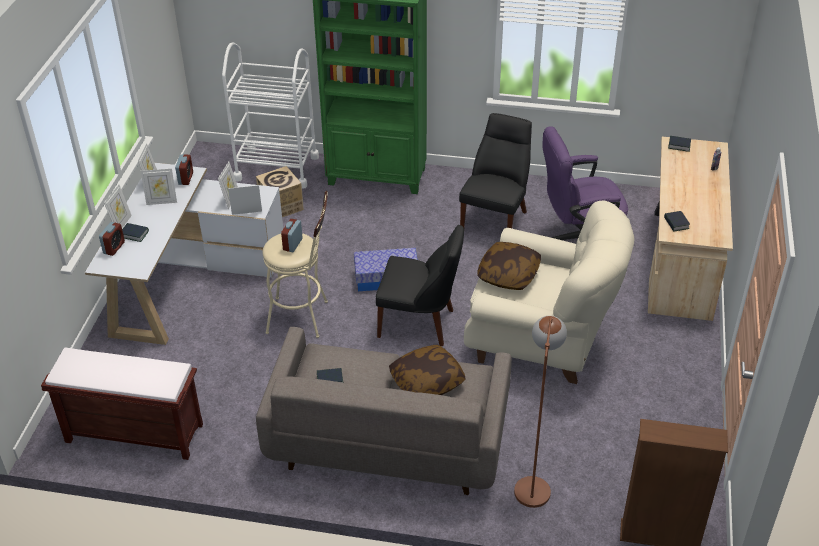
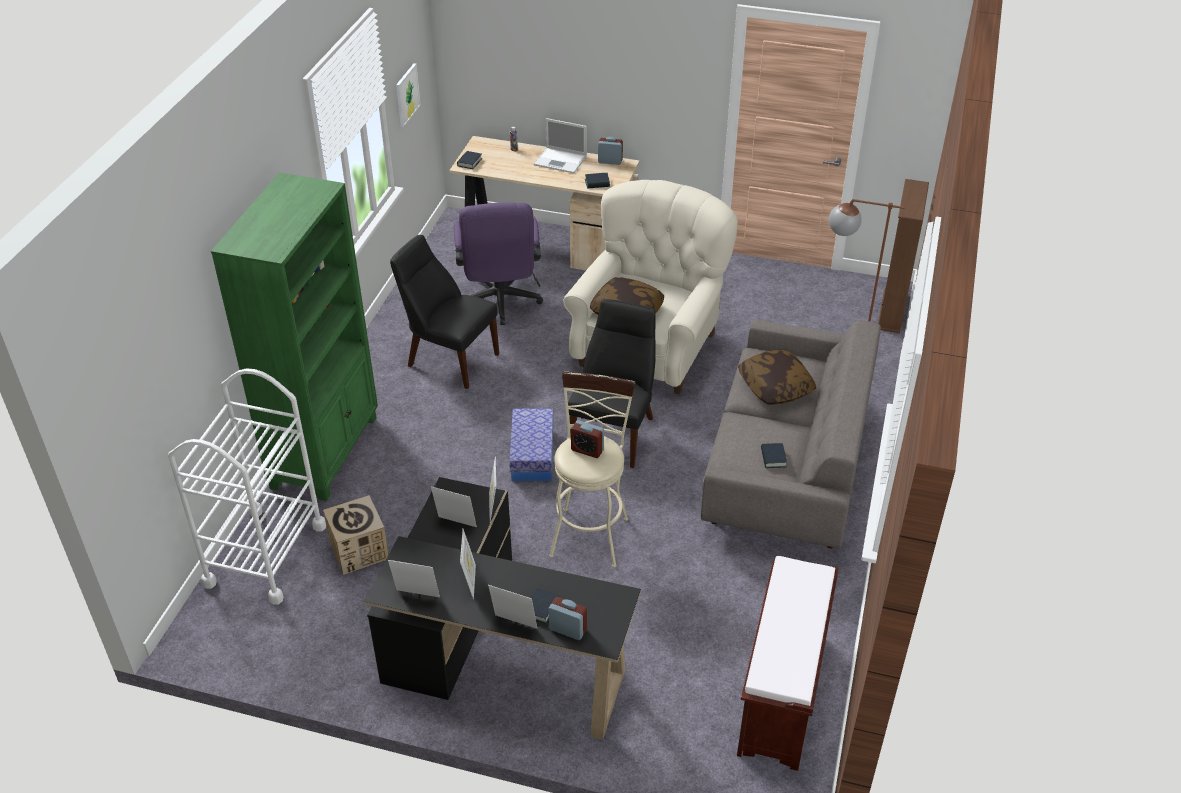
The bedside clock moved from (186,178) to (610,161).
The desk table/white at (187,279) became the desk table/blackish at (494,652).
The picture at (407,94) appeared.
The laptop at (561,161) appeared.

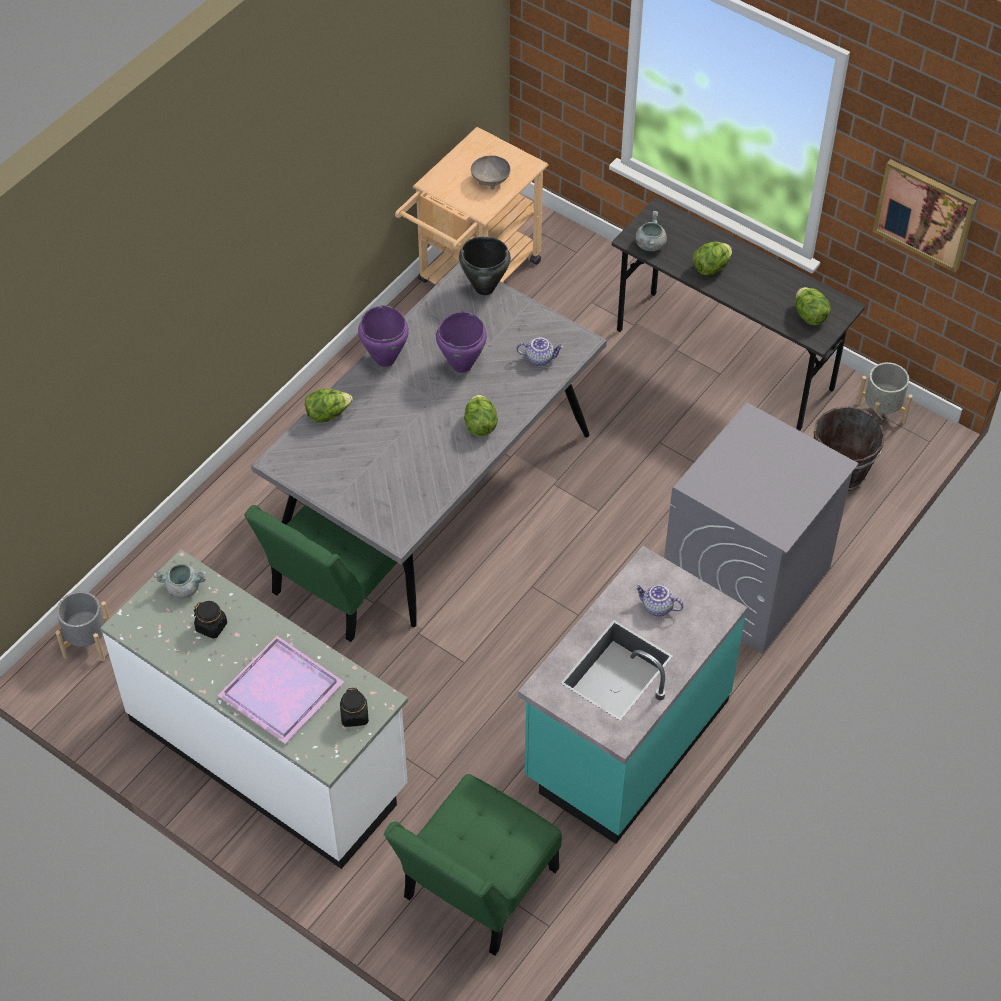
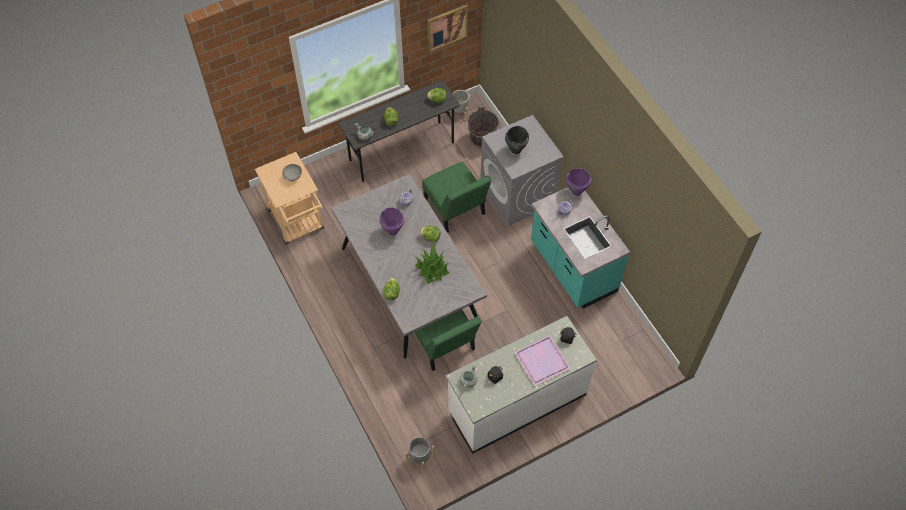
The stockpot/blackish moved from (484,287) to (515,150).
The stockpot/purple-coloured moved from (385,359) to (576,192).
The plain chair/green moved from (475,890) to (455,210).
The potted plant at (432,269) appeared.

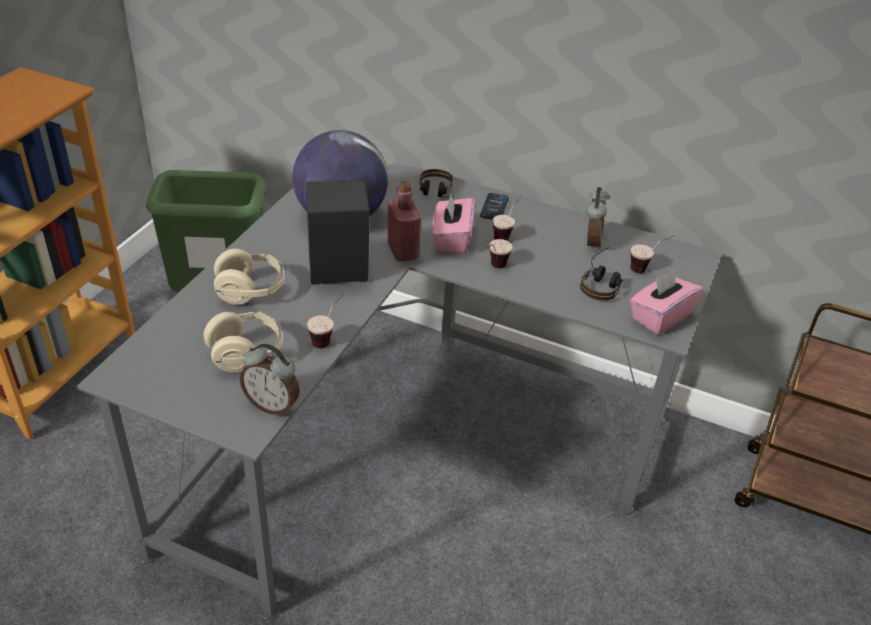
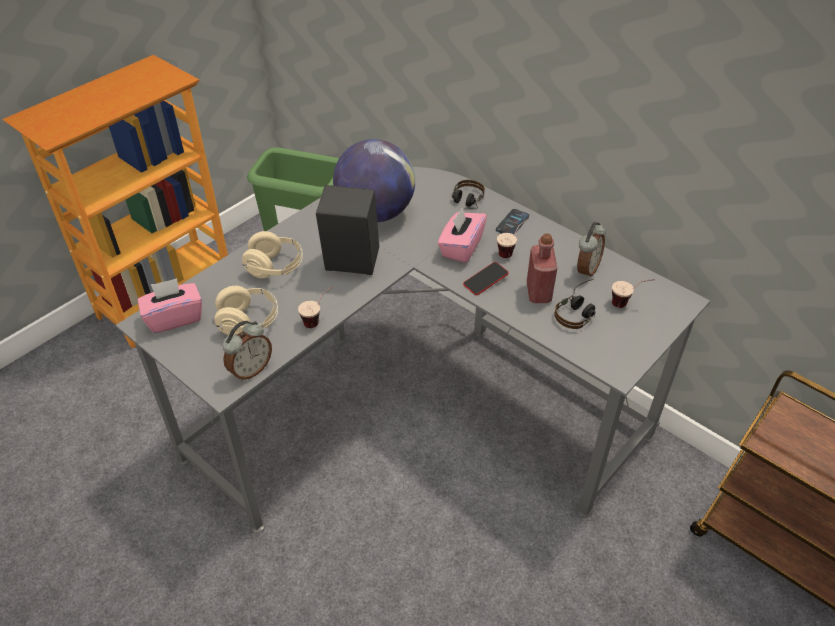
The bottle/red moved from (402,251) to (538,292).
The drinking cup at (493,268) was replaced by the telephone at (485,281).
The tissue holder/pinkish moved from (660,317) to (174,318).
The bedside clock at (272,405) turned 90 degrees counterclockwise.

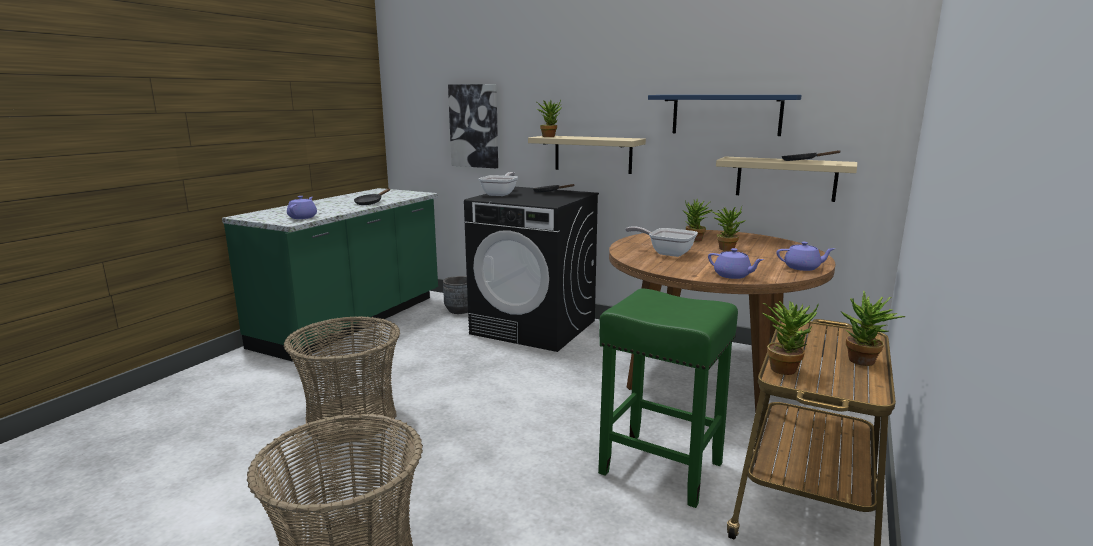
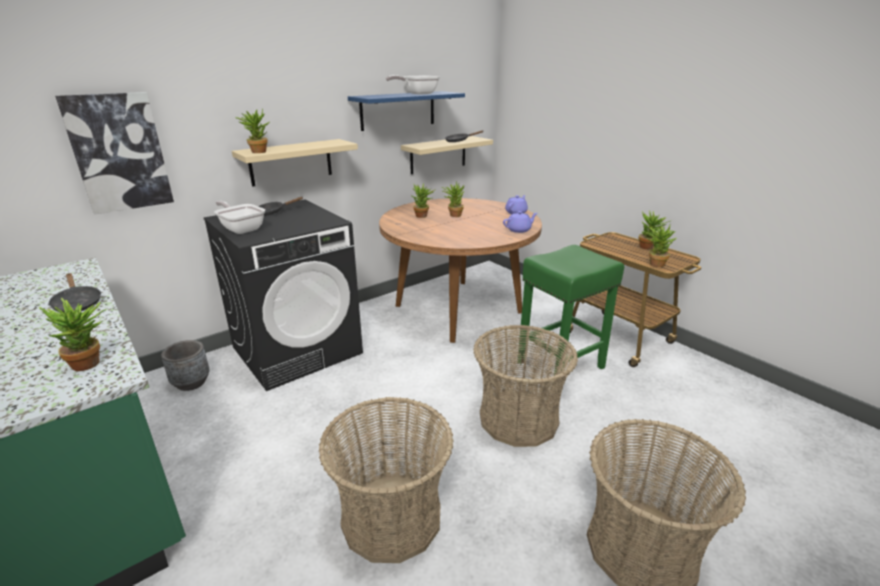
The pot for tea/purple-coloured at (303,217) was replaced by the potted plant at (92,364).
The pan moved from (667,253) to (417,94).
The household basket at (518,418) appeared.

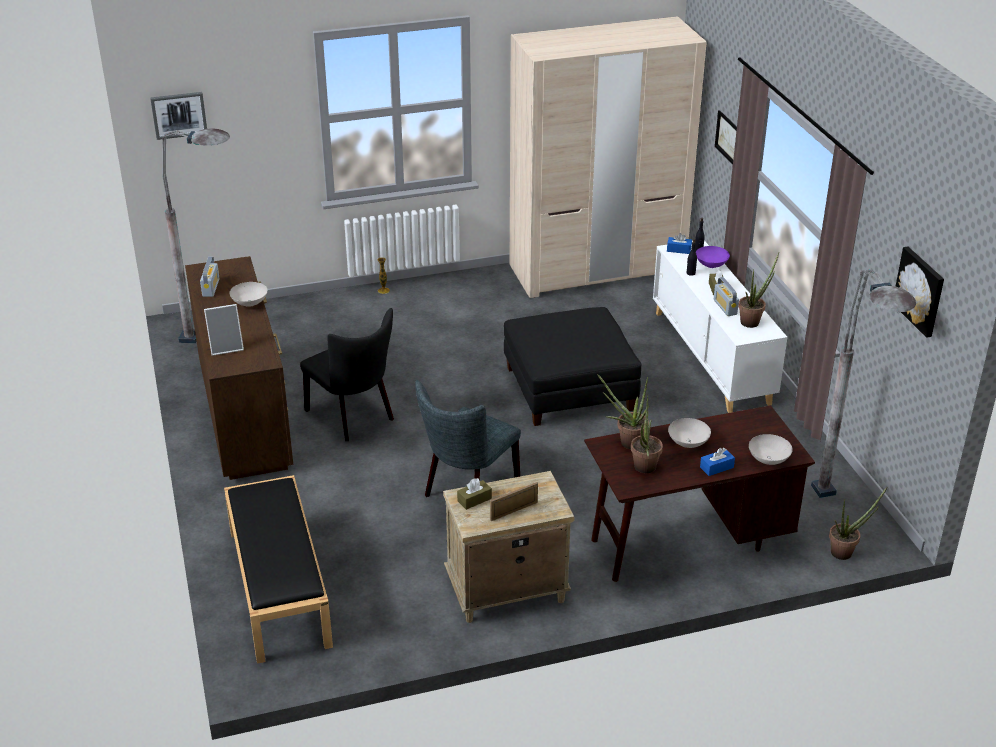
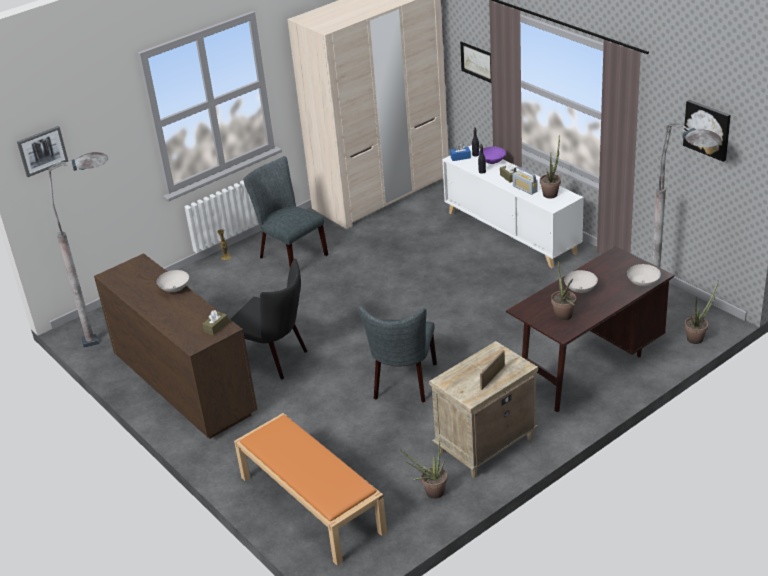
The radio set at (211,288) disappeared.
The photo frame at (226,347) disappeared.
The ottoman/blackish at (570,389) disappeared.
The potted plant moved from (626,442) to (431,493).
The tissue holder/blue at (716,467) disappeared.
The indoor bench/blackish at (278,586) became the indoor bench/orange at (310,504).
The tissue holder/brown moved from (474,499) to (216,327).
The plain chair/greyish at (289,255) appeared.

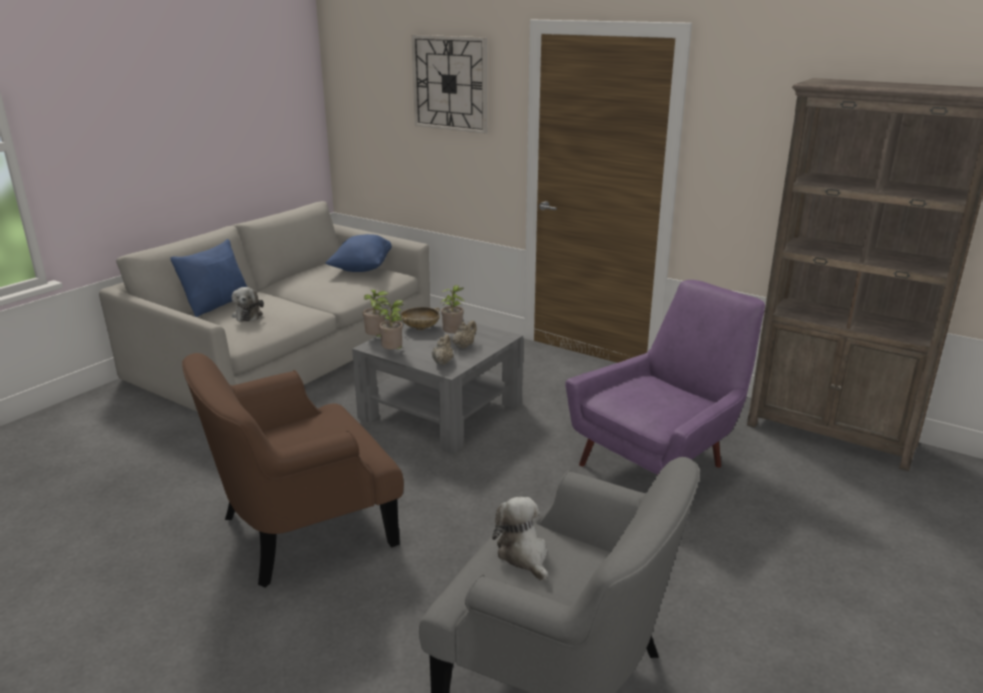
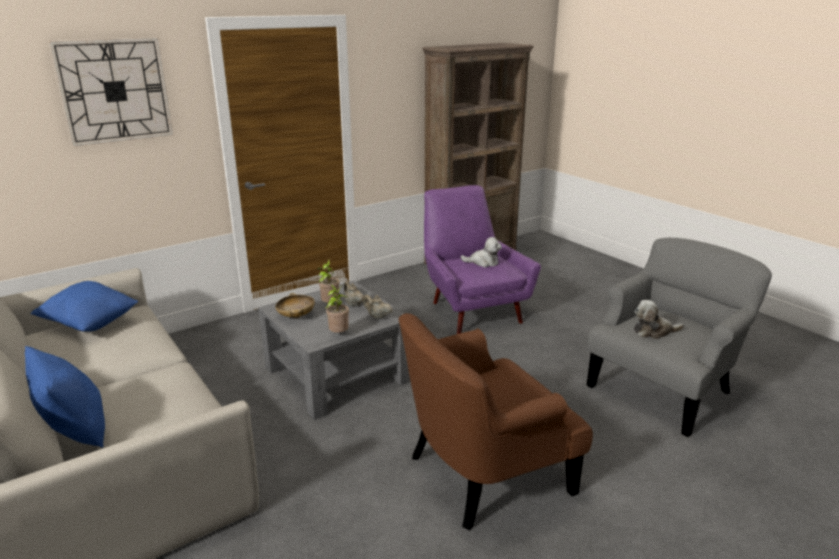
The cuddly toy moved from (248,315) to (483,262).
The potted plant at (377,339) disappeared.
The lounge chair/brown at (302,529) turned 75 degrees clockwise.

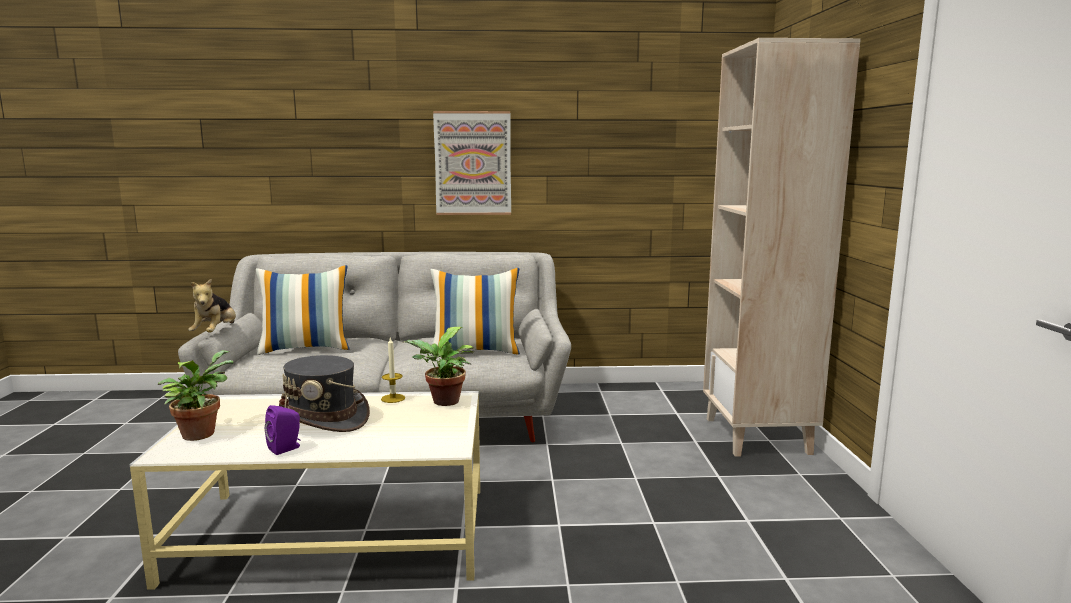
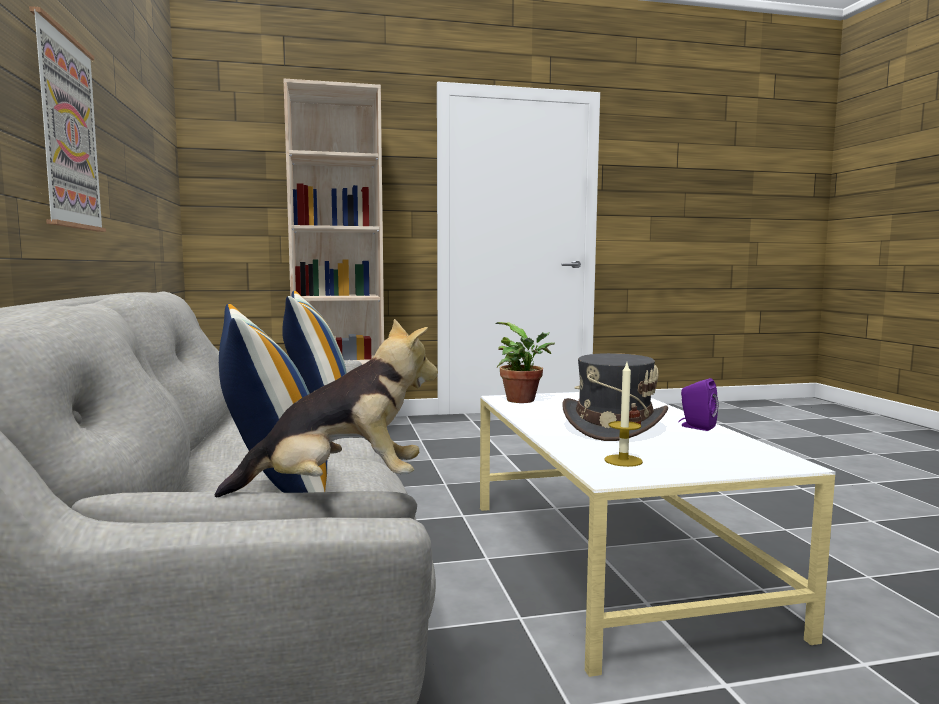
The wax light moved from (393,398) to (623,460).
The potted plant at (200,433) disappeared.

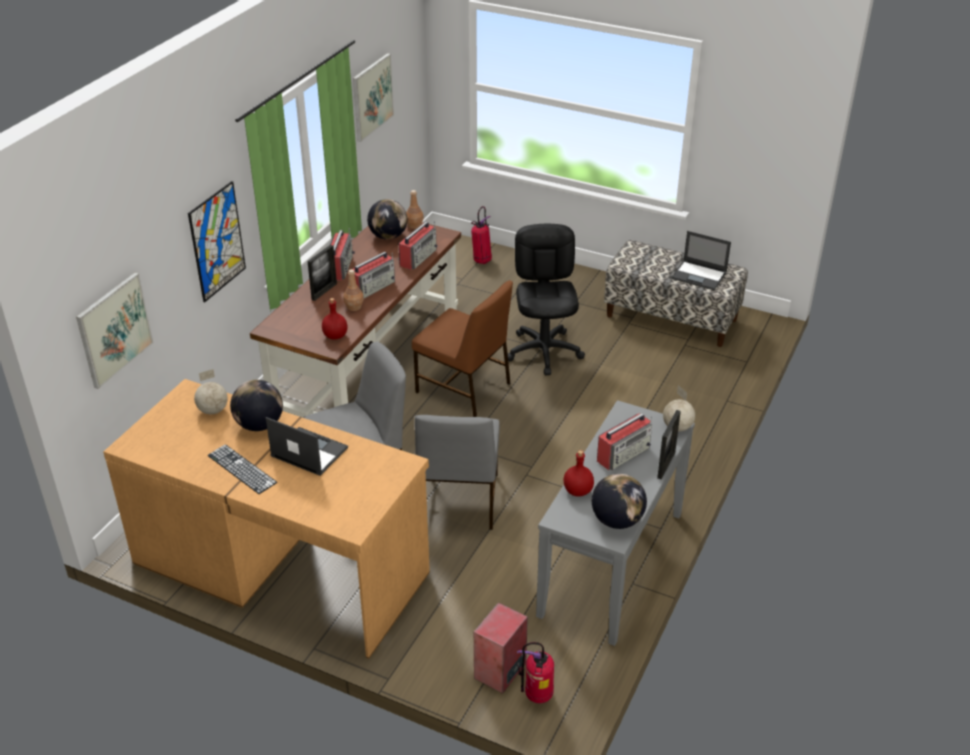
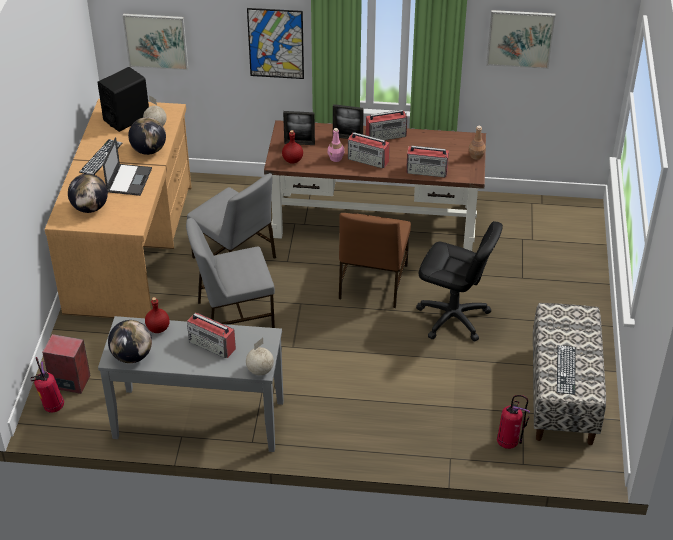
The world globe moved from (388,236) to (90,208).
The extinguisher moved from (482,260) to (509,442).
The office chair/blackish at (544,351) turned 45 degrees clockwise.
The laptop at (699,276) was replaced by the computer keyboard at (566,369).
The bottle/brown at (354,307) became the bottle/pinkish at (336,158).
The photo frame moved from (666,465) to (299,143).
The speaker/blackish at (126,118) appeared.

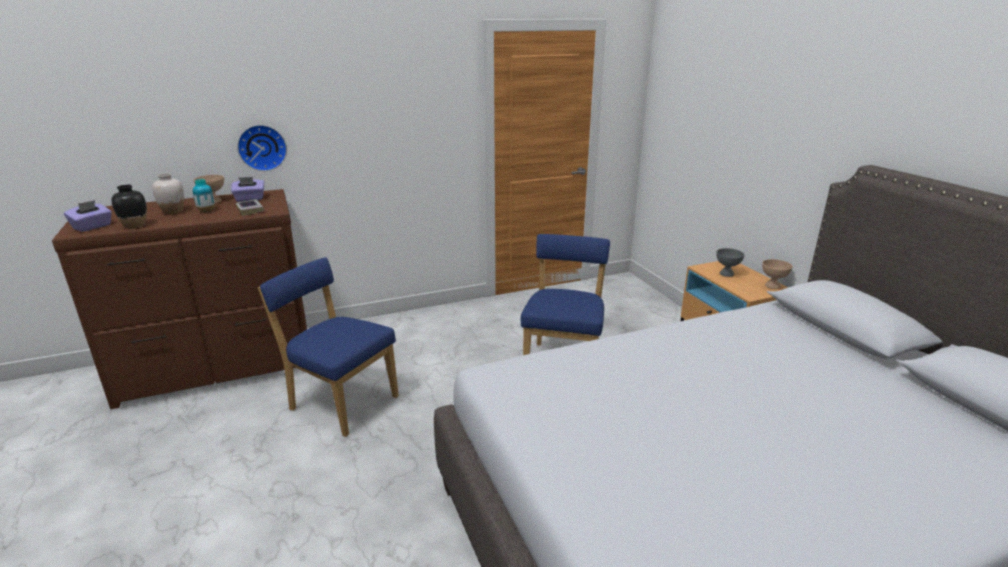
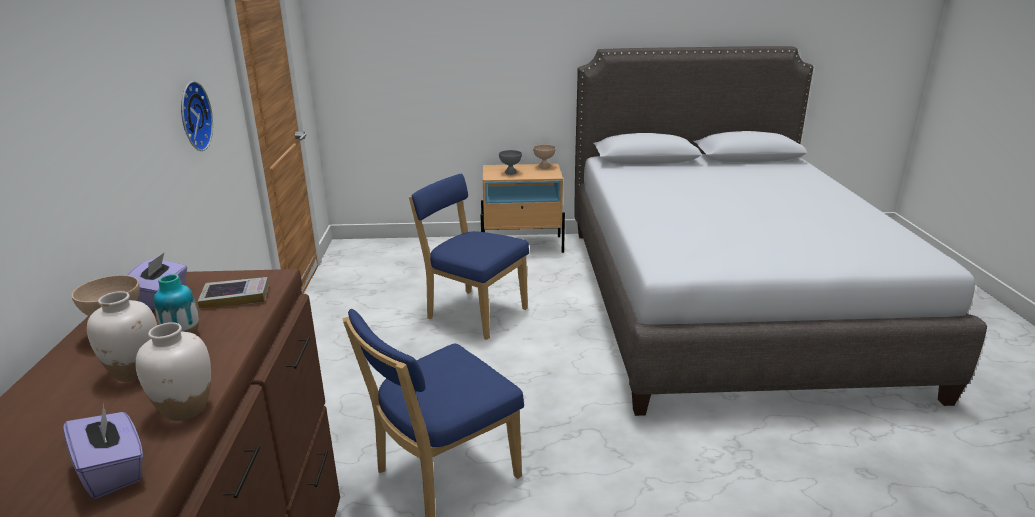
The wall clock moved from (262,147) to (191,116).
The decorative vase/blackish at (135,226) became the decorative vase/white at (185,409).

